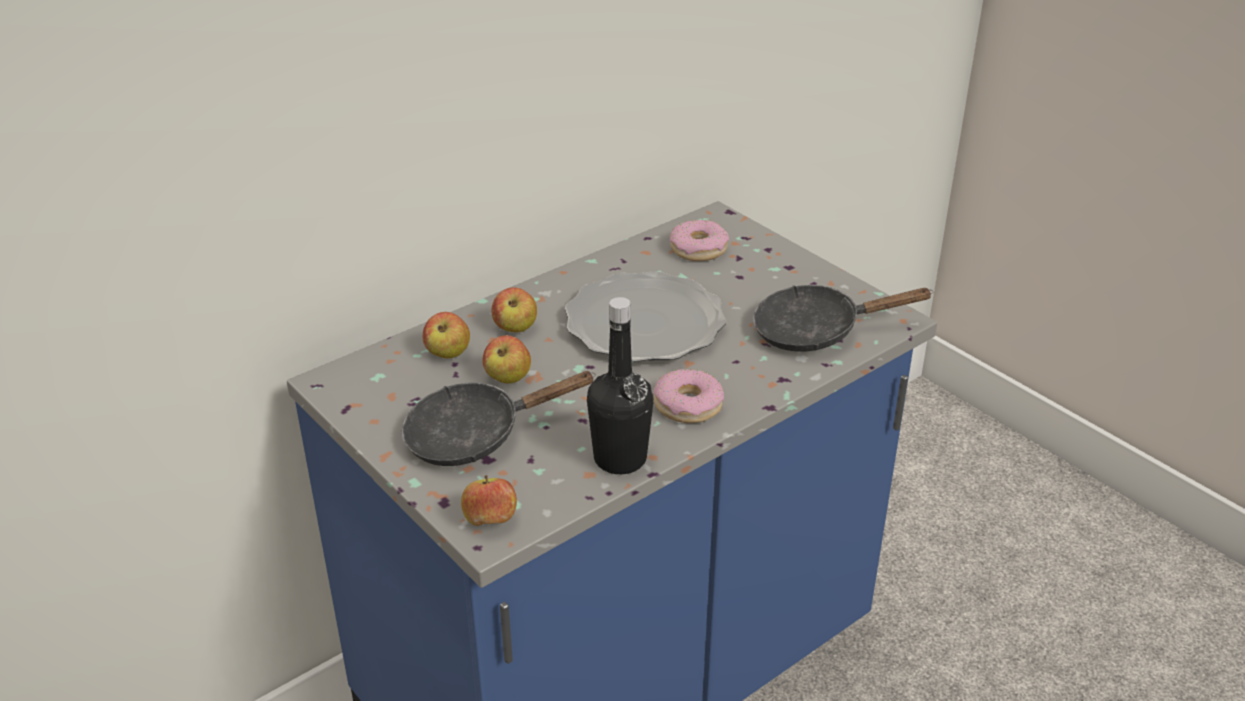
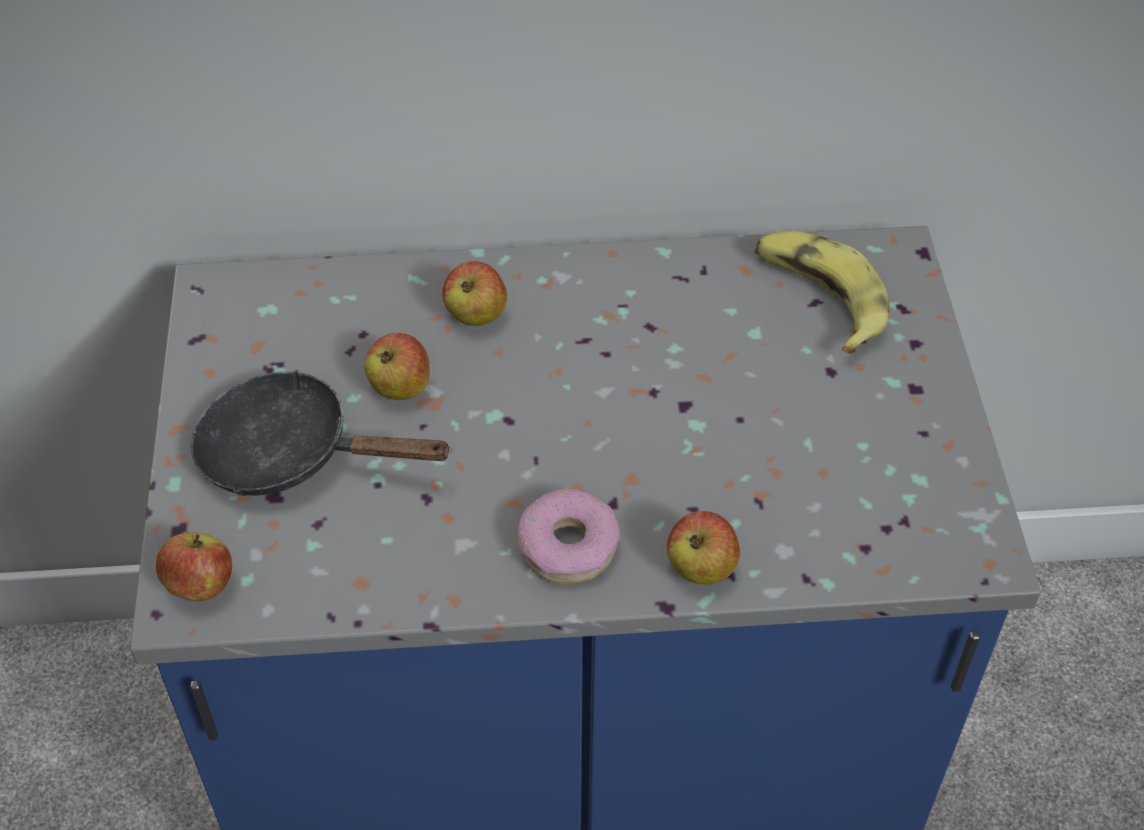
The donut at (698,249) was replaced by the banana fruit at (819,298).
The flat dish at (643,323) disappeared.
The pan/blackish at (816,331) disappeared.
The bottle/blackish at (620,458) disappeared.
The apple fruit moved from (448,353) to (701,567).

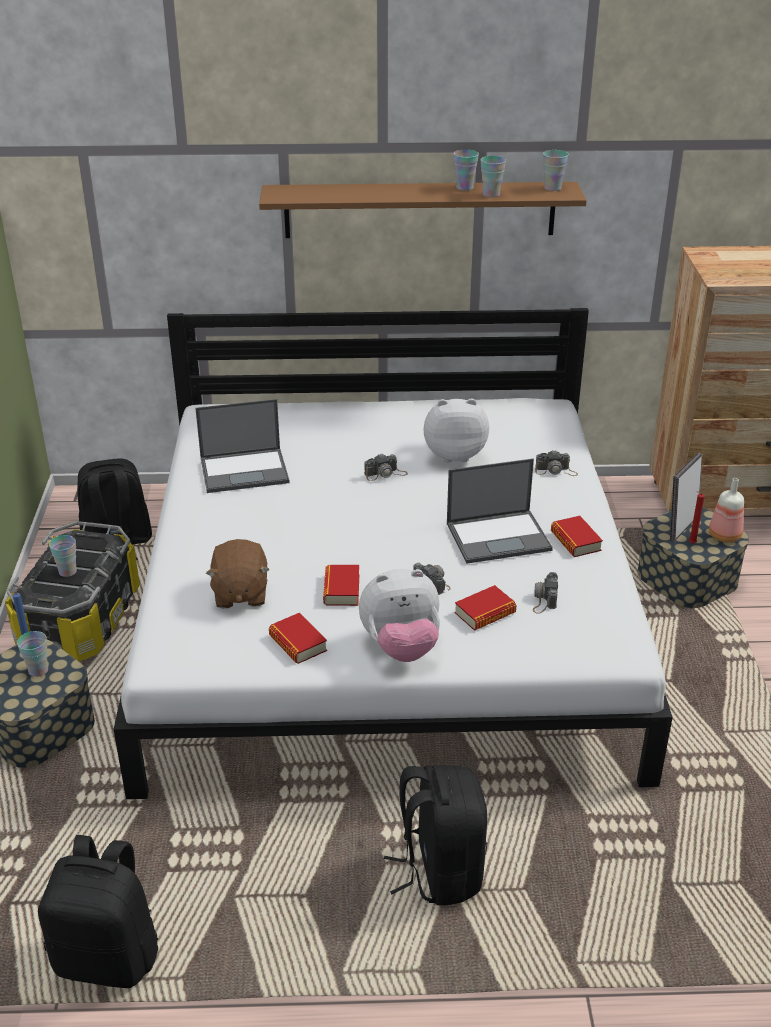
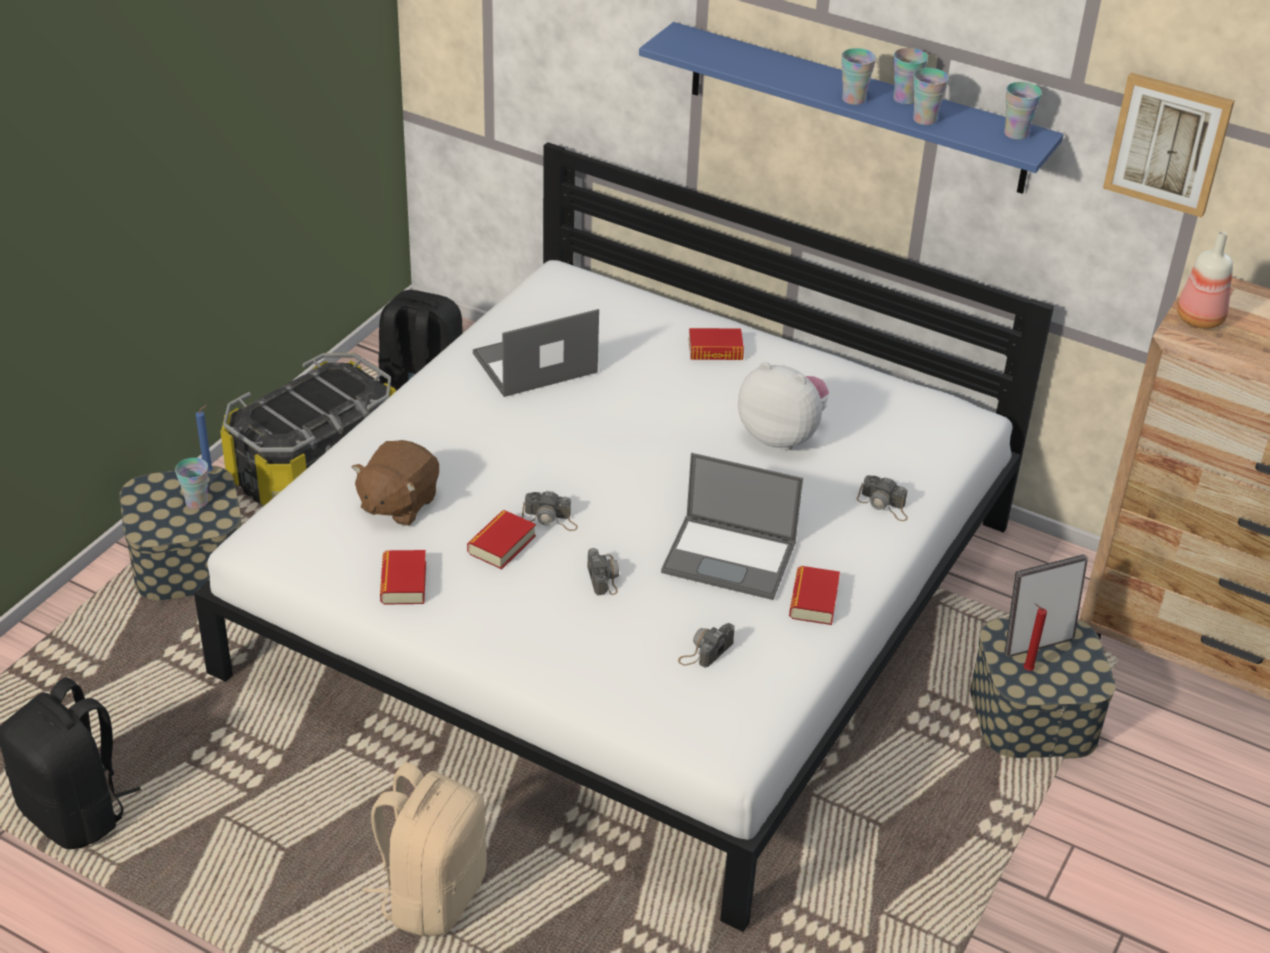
The bracket shelf/brown at (420,209) became the bracket shelf/blue at (856,108).
The laptop at (245,470) turned 135 degrees clockwise.
The still camera moved from (385,474) to (550,519).
The bottle moved from (724,535) to (1200,318).
The drinking cup moved from (67,571) to (853,99).
The cuddly toy at (401,647) disappeared.
The book moved from (485,613) to (715,350).
The knapsack/blackish at (439,870) became the knapsack/sand-coloured at (432,894).
The picture at (1168,143) appeared.

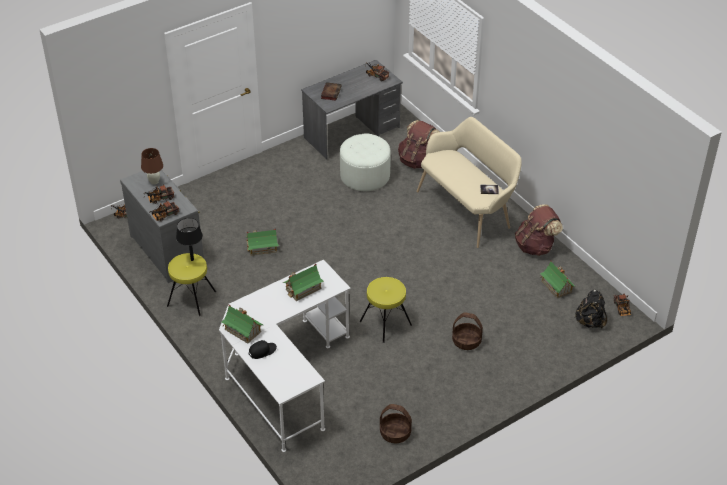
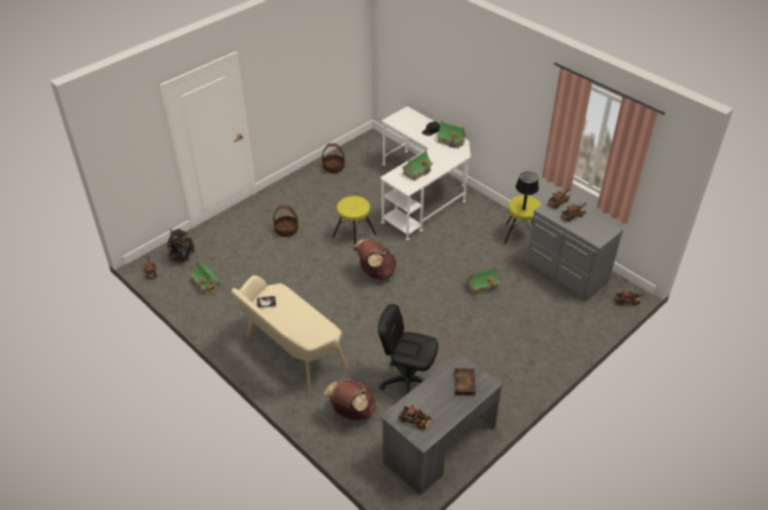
The ottoman/white at (365,176) was replaced by the office chair/blackish at (407,382).
The tabletop lamp/brown at (154,182) disappeared.
The knapsack/brown moved from (535,246) to (375,272).

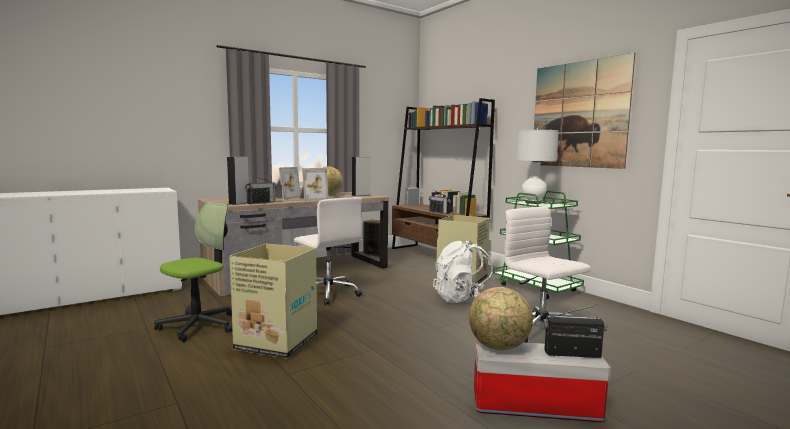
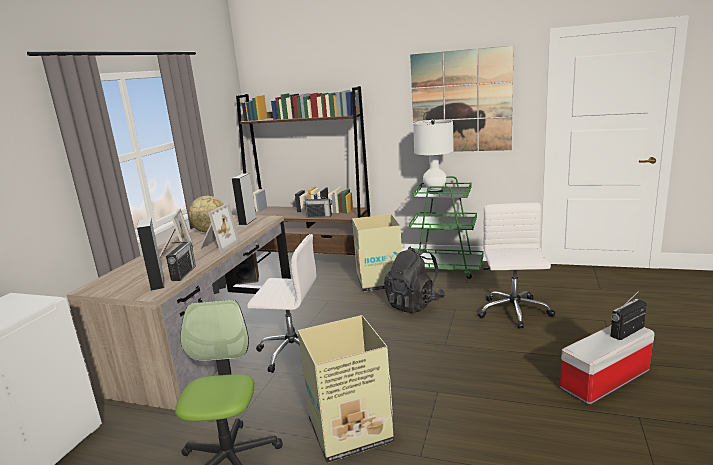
The office chair/white at (542,331) turned 75 degrees clockwise.
The knapsack/white at (463,299) became the knapsack/blackish at (414,304).
The world globe at (499,347) disappeared.

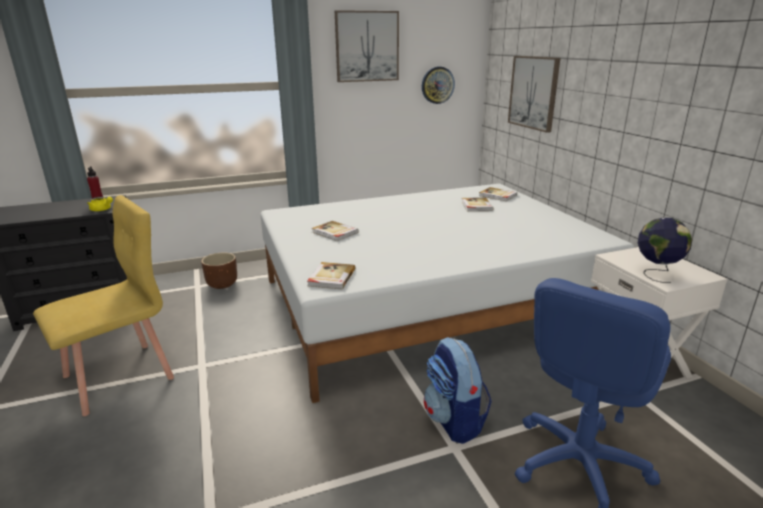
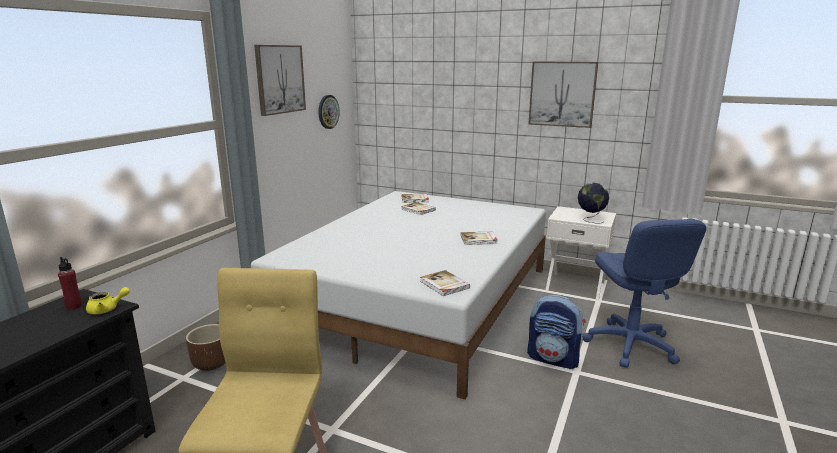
The picture moved from (534,92) to (562,94).
The book moved from (334,232) to (479,240).

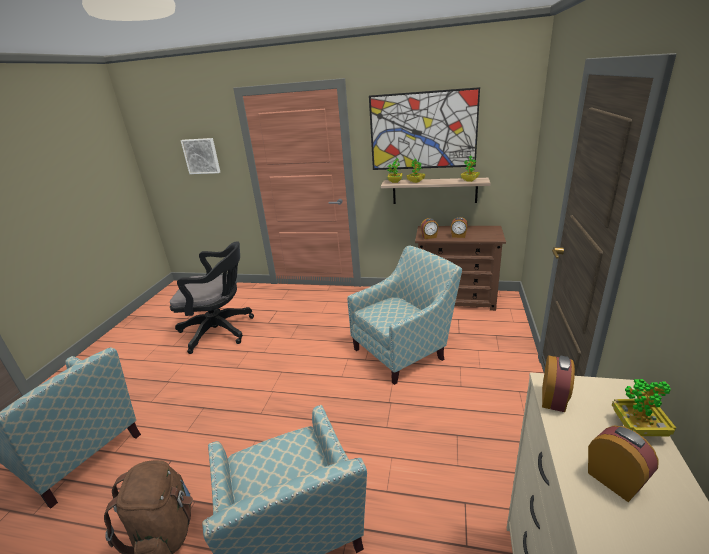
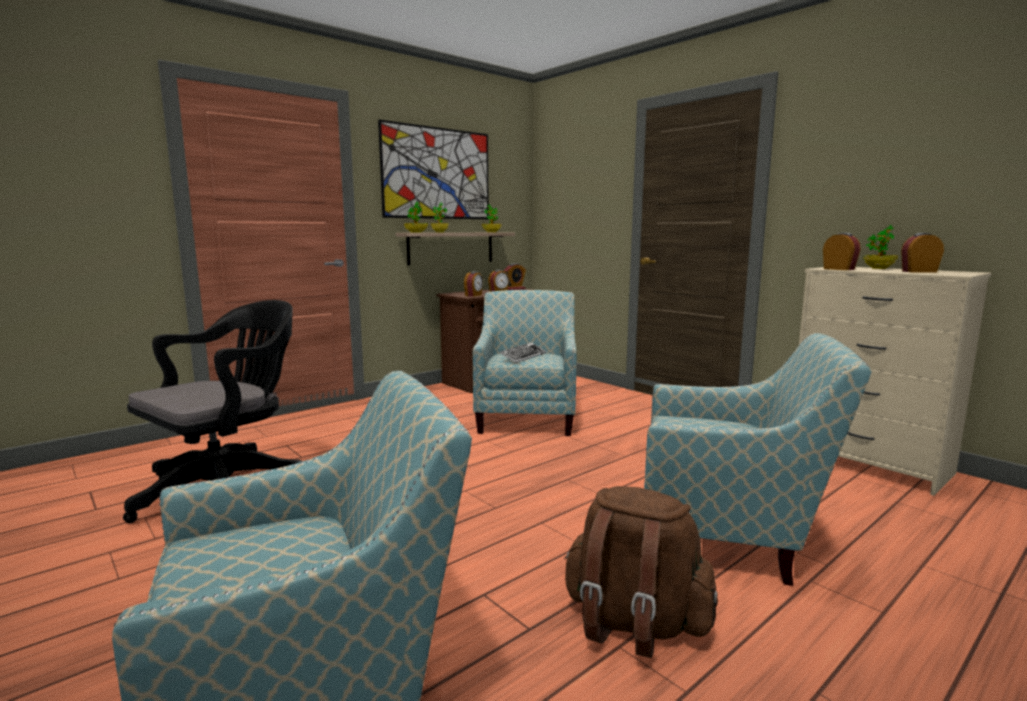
The picture at (201,156) disappeared.
The bedside clock at (514,289) appeared.
The computer keyboard at (523,356) appeared.

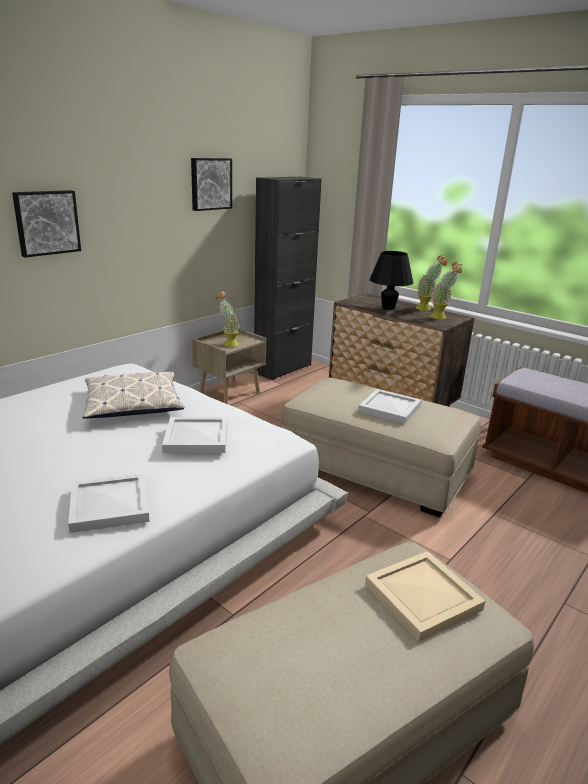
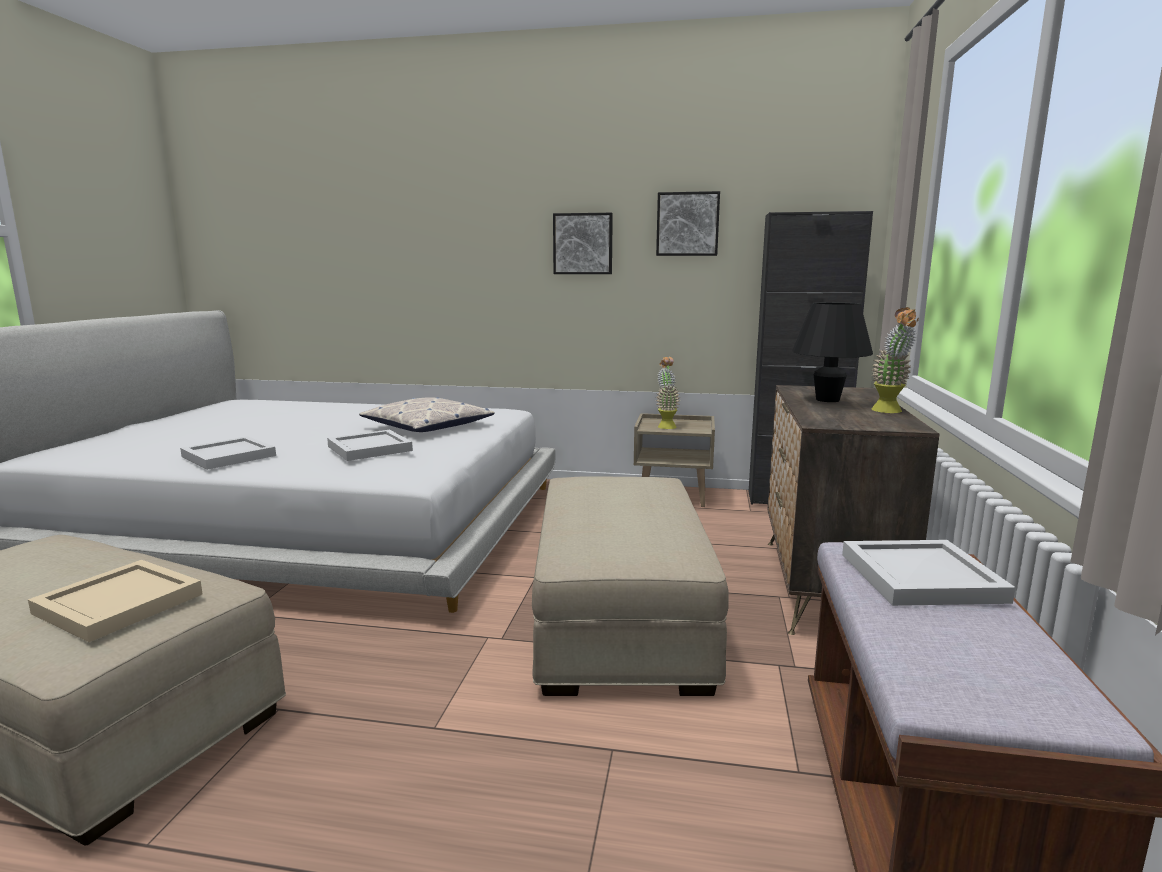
The picture moved from (46,222) to (583,244).
The potted plant at (441,318) disappeared.
The carrying tray/white moved from (388,408) to (918,576).

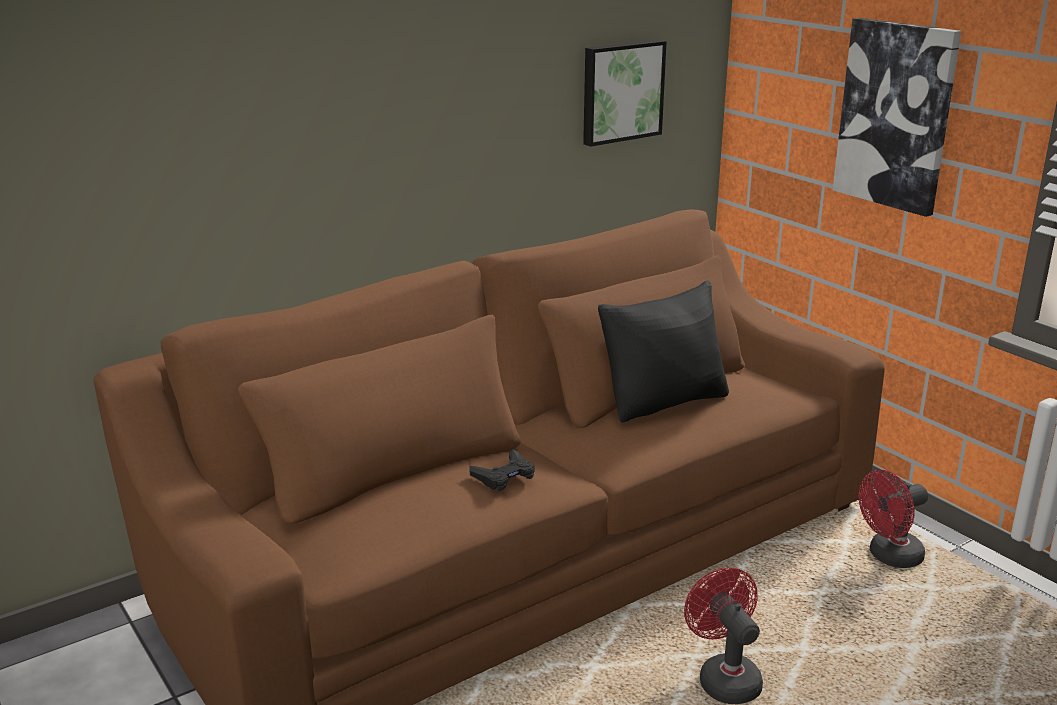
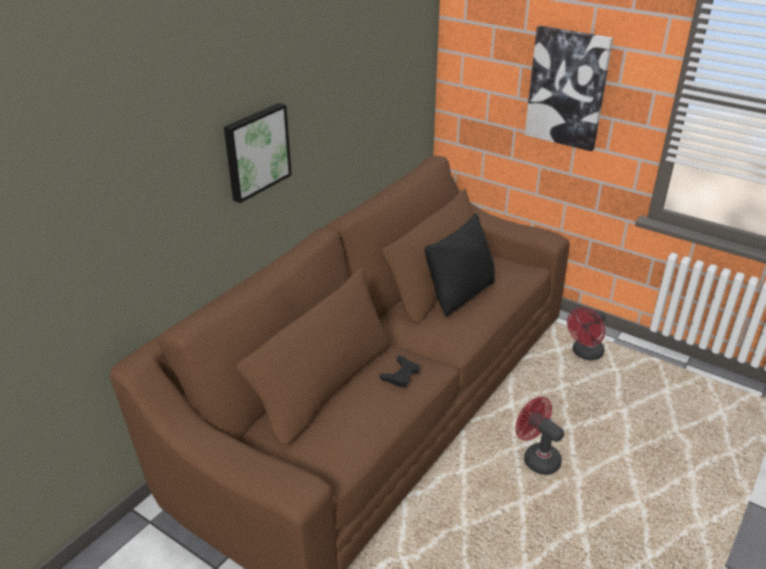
The picture moved from (621,91) to (256,151).

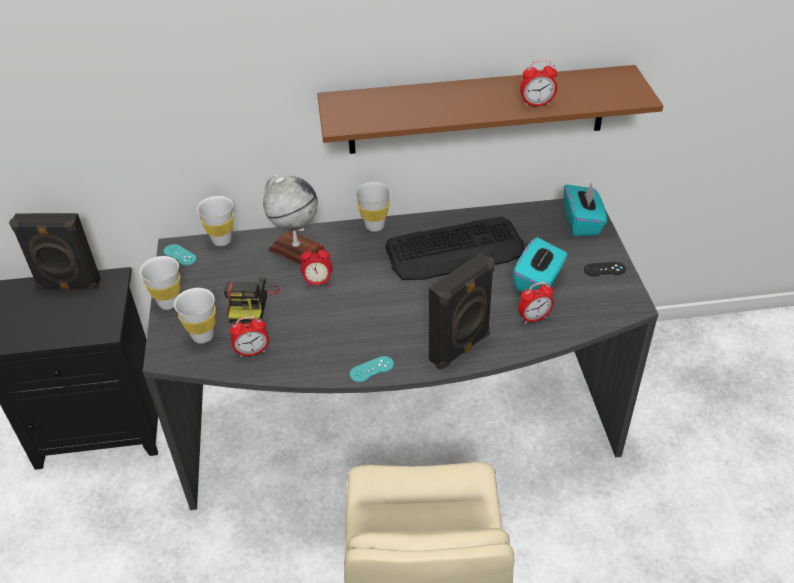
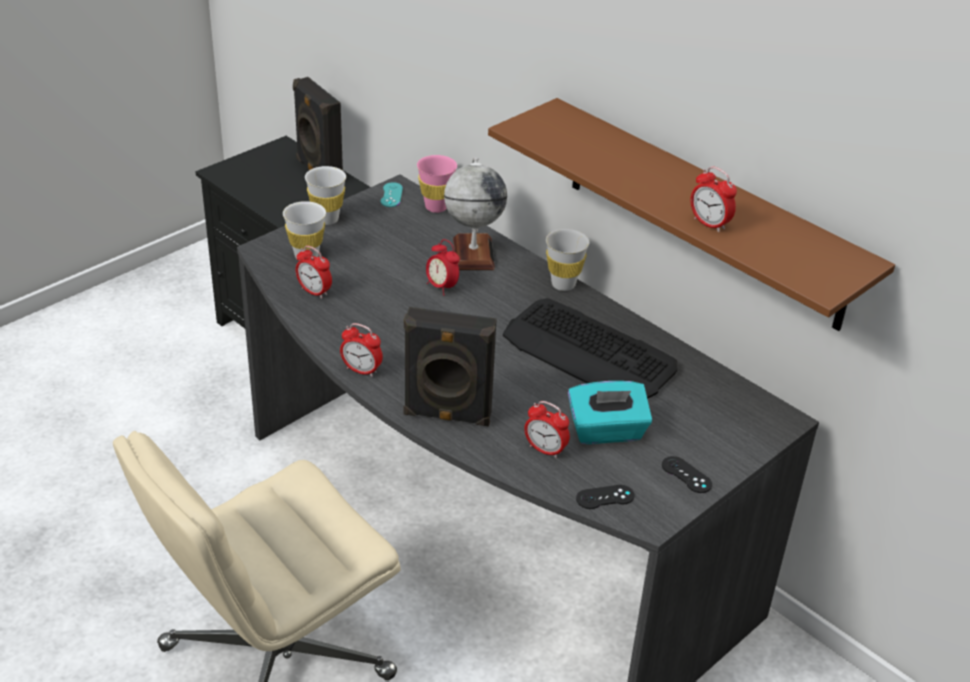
The tissue holder/turquoise at (582,222) disappeared.
The drinking cup/white at (222,240) became the drinking cup/pinkish at (436,207).
The still camera at (251,304) disappeared.
The joypad/turquoise at (371,369) was replaced by the bedside clock at (361,370).
The joypad/blackish at (605,497) appeared.

